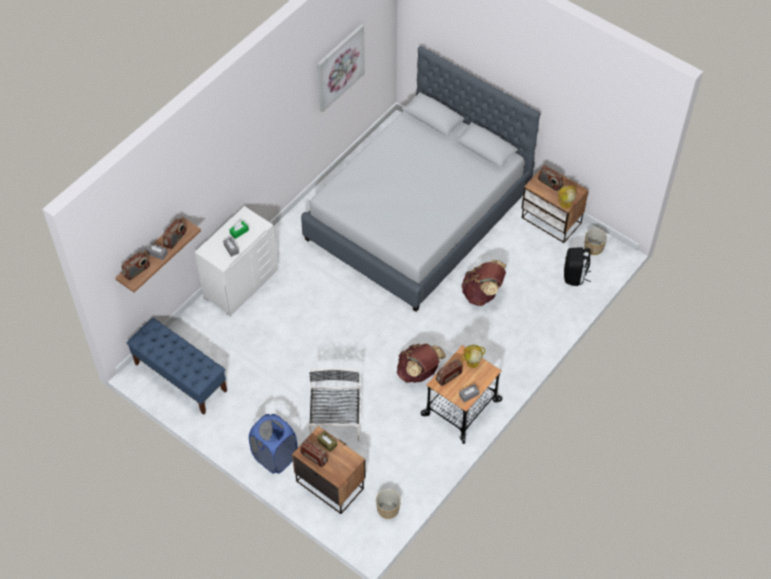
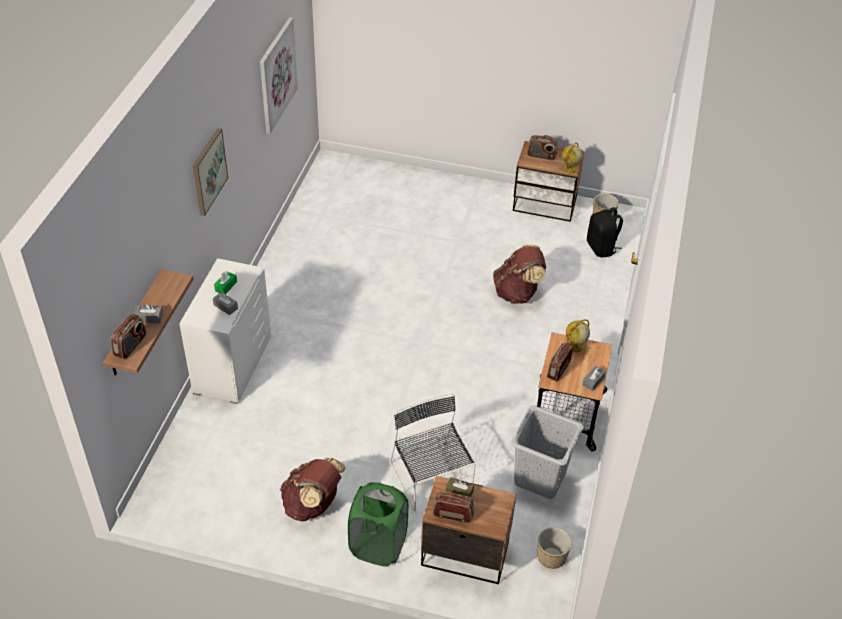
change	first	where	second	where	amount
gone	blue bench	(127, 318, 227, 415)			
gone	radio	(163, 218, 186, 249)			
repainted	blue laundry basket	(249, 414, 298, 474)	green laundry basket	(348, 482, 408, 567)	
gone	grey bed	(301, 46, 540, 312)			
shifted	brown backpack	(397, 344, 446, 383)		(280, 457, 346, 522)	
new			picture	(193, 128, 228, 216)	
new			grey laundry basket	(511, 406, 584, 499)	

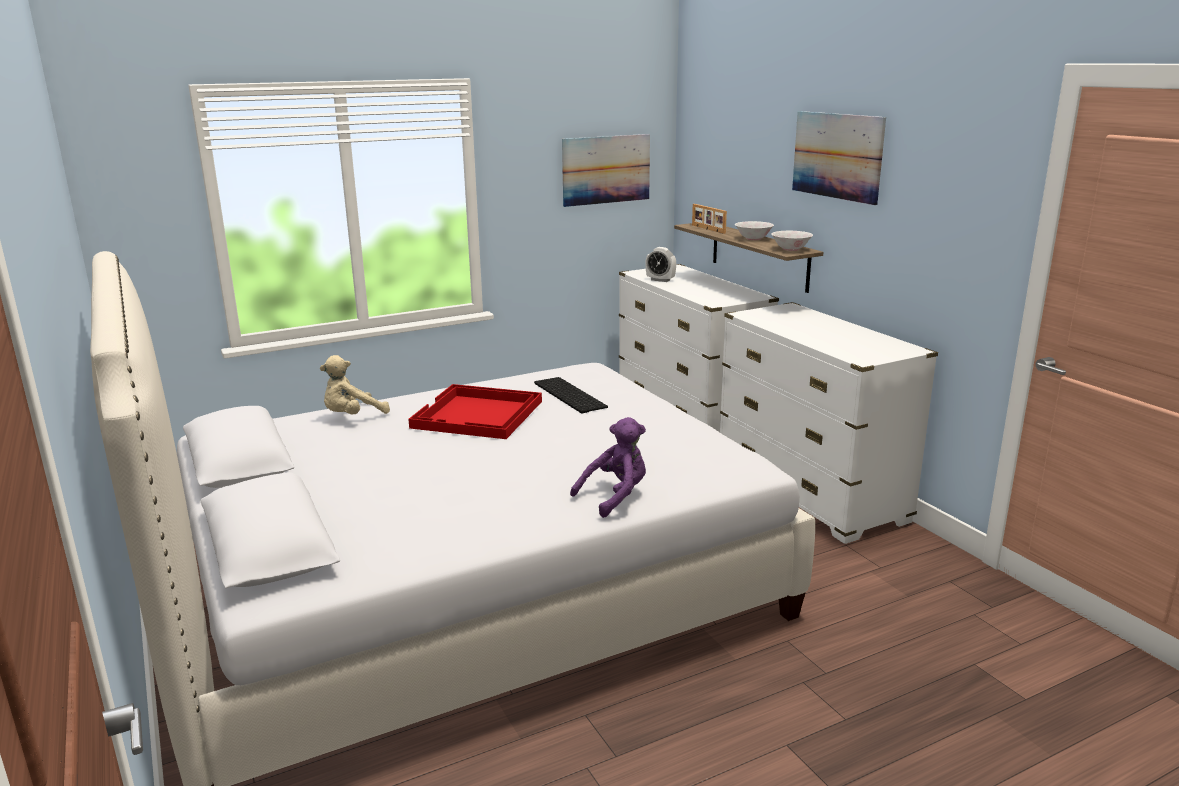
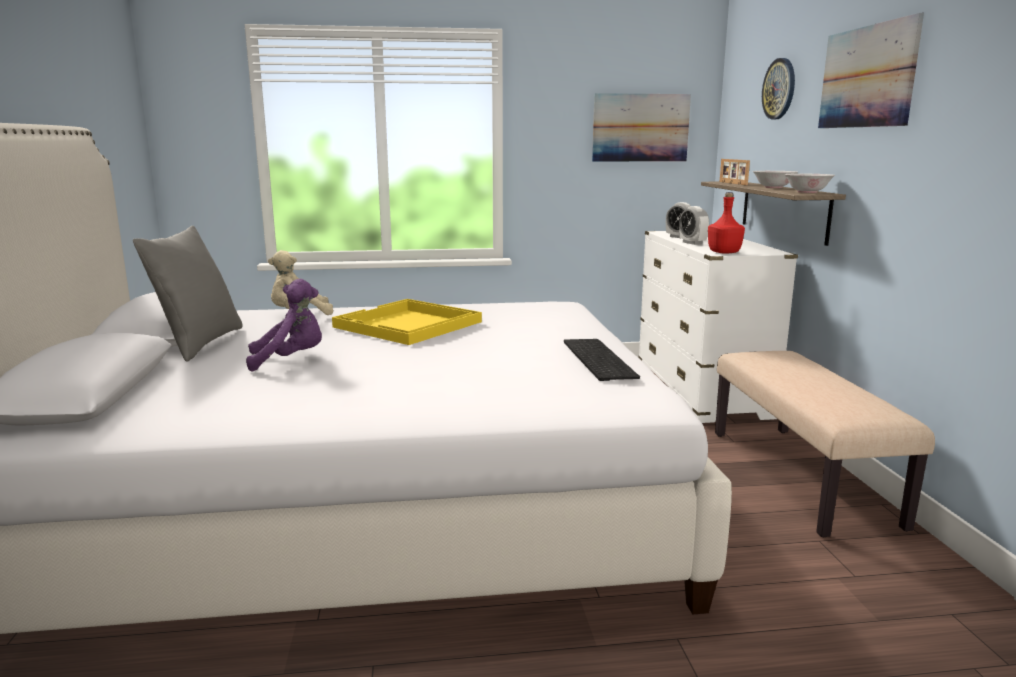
change	first	where	second	where	amount
repainted	red tray	(408, 384, 542, 439)	yellow tray	(332, 299, 482, 345)	
shifted	keyboard	(534, 377, 608, 413)		(564, 339, 640, 381)	
shifted	purple plush toy	(570, 417, 646, 518)		(246, 279, 322, 372)	
swapped	white dresser	(720, 302, 938, 544)	beige bench	(715, 351, 935, 537)	
new			grey pillow	(133, 226, 243, 362)	
new			alarm clock	(679, 206, 709, 245)	
new			red bottle	(708, 192, 745, 254)	
new			wall clock	(762, 58, 795, 119)	

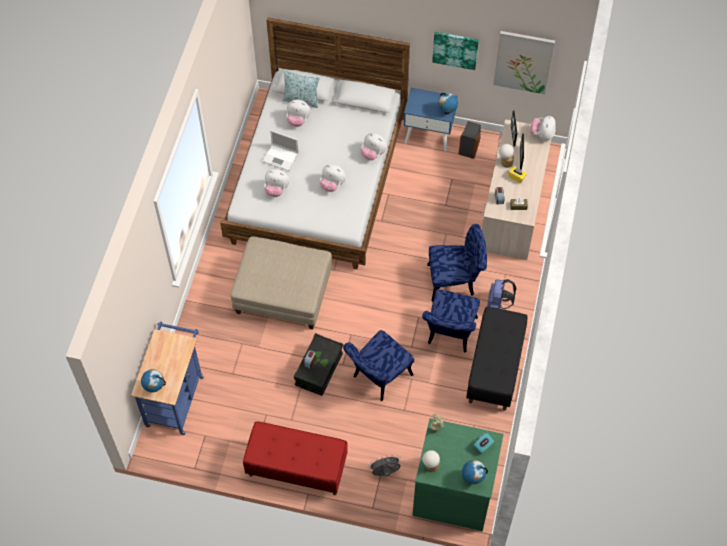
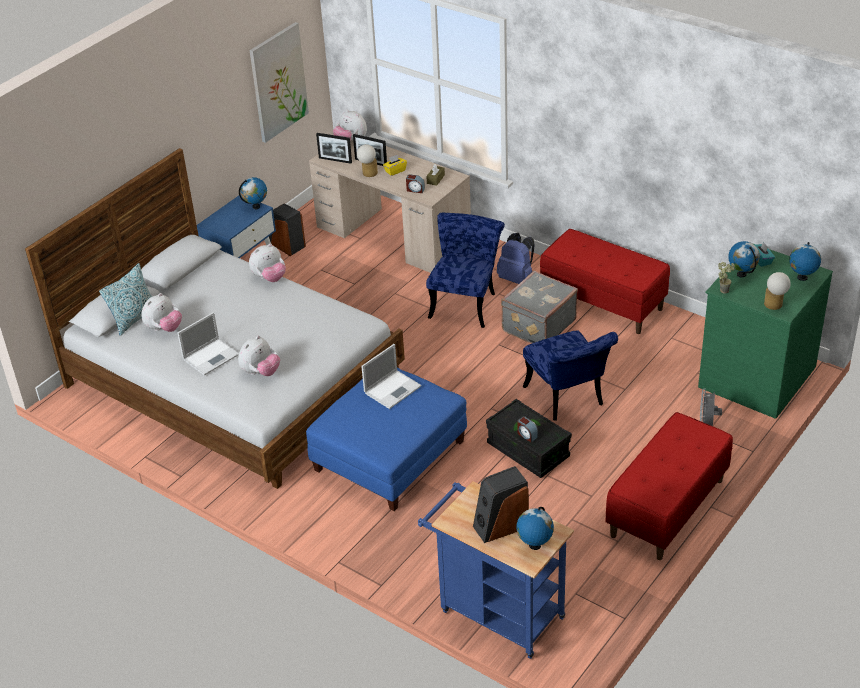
change	first	where	second	where	amount
repainted	beige ottoman	(230, 236, 332, 329)	blue ottoman	(306, 368, 467, 511)	
gone	plush toy	(320, 164, 346, 192)			
swapped	blue chair	(422, 289, 480, 353)	grey suitcase	(501, 271, 578, 344)	
gone	picture	(432, 32, 479, 70)			
repainted	black bench	(466, 307, 528, 411)	red bench	(540, 229, 670, 334)	
new			laptop	(361, 344, 422, 409)	
new			speaker	(473, 466, 529, 543)	
new			globe	(728, 241, 760, 277)	

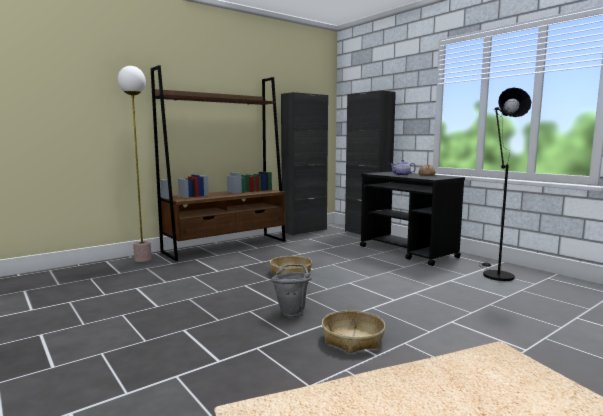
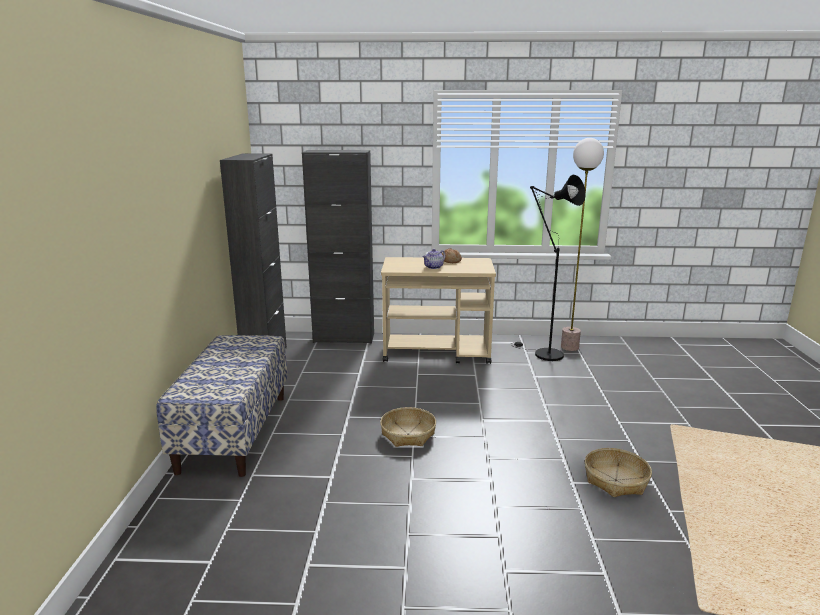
change	first	where	second	where	amount
shifted	floor lamp	(118, 66, 152, 262)		(561, 138, 604, 351)	
swapped	brown bookcase	(151, 65, 286, 261)	bench	(156, 335, 288, 477)	
gone	grey bucket	(271, 264, 312, 317)			
repainted	black cart	(360, 171, 465, 266)	beige cart	(381, 257, 496, 364)	

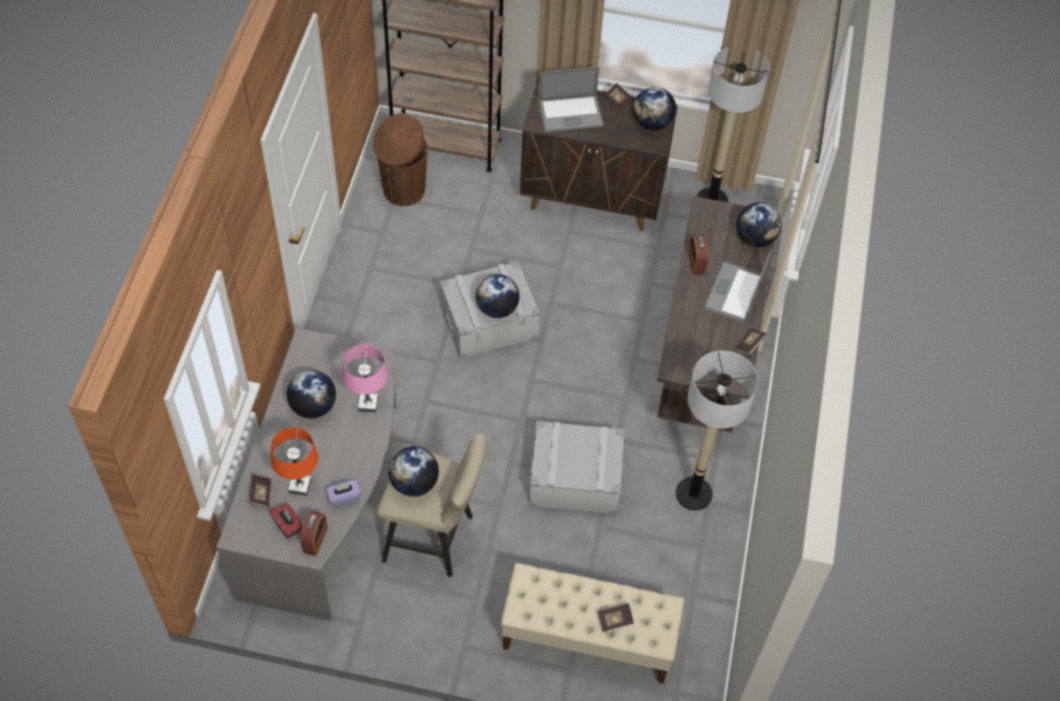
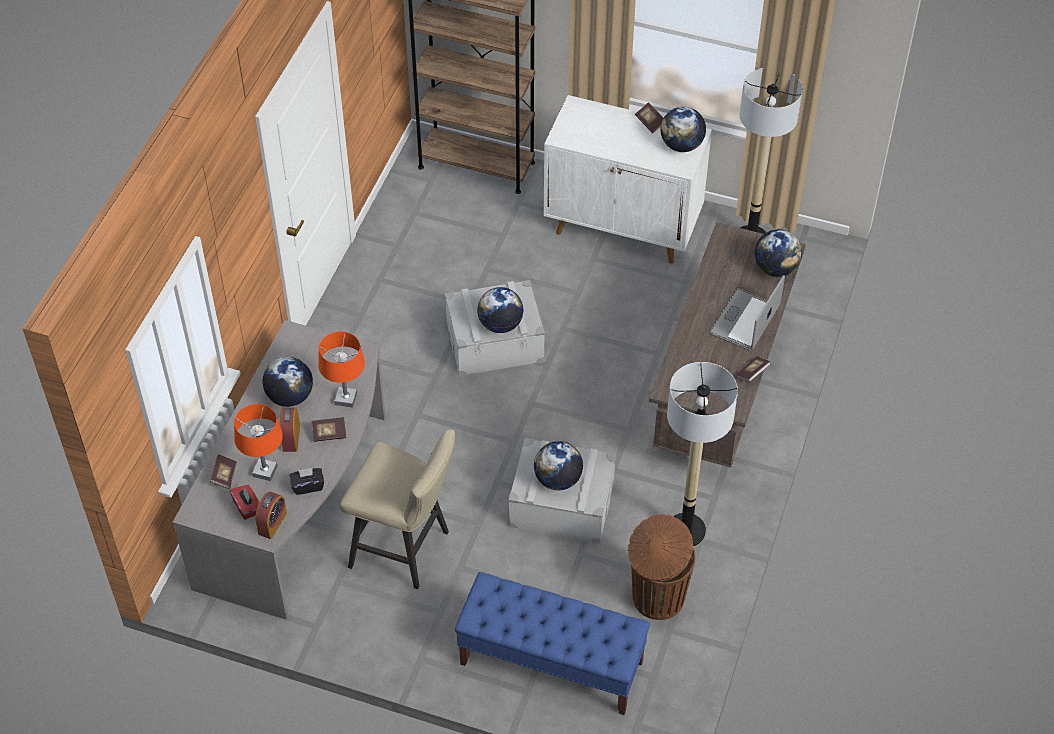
change	first	where	second	where	amount
repainted	purple tissue box	(326, 480, 361, 508)	black tissue box	(290, 468, 324, 495)	
repainted	pink table lamp	(342, 344, 388, 412)	orange table lamp	(318, 331, 365, 408)	
shifted	brown trash can	(373, 113, 428, 206)		(628, 514, 695, 620)	
shifted	globe	(388, 446, 439, 497)		(534, 441, 583, 490)	
repainted	beige bench	(501, 563, 684, 684)	blue bench	(455, 572, 650, 715)	
repainted	brown cabinet	(520, 80, 678, 231)	white cabinet	(544, 95, 712, 264)	
gone	laptop	(538, 67, 604, 132)			
shifted	book	(598, 603, 634, 632)		(311, 417, 346, 442)	
shifted	alarm clock	(688, 235, 709, 275)		(280, 407, 300, 452)	

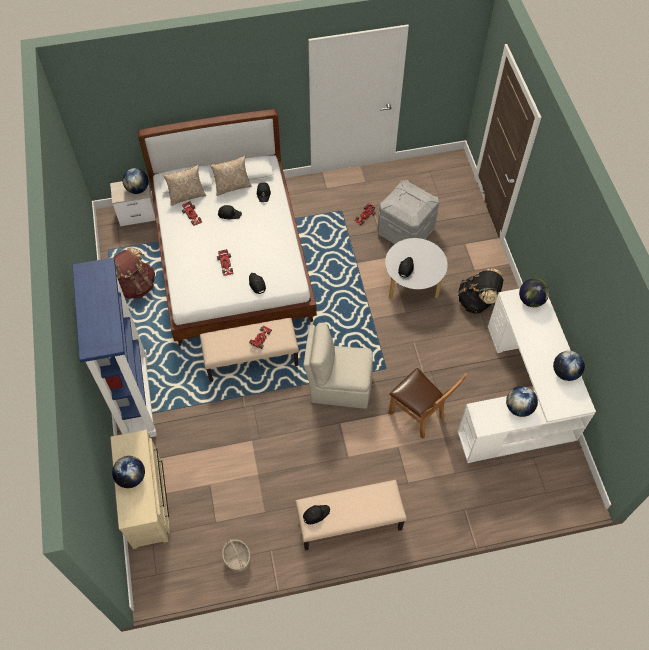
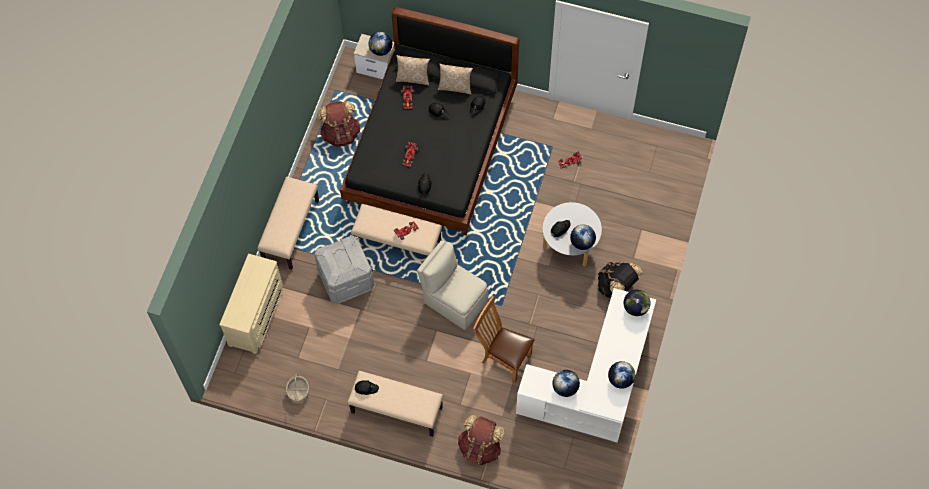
change	first	where	second	where	amount
swapped	blue bookcase	(72, 258, 157, 437)	beige bench	(257, 176, 319, 270)	
shifted	globe	(112, 456, 145, 488)		(570, 225, 596, 250)	
repainted	white bed	(138, 109, 317, 346)	black bed	(340, 7, 519, 236)	
shifted	grey storage box	(377, 180, 440, 244)		(314, 235, 374, 304)	
rotated	brown chair	(388, 368, 467, 439)		(473, 296, 535, 383)	135 degrees clockwise
new			brown backpack	(458, 415, 504, 465)	

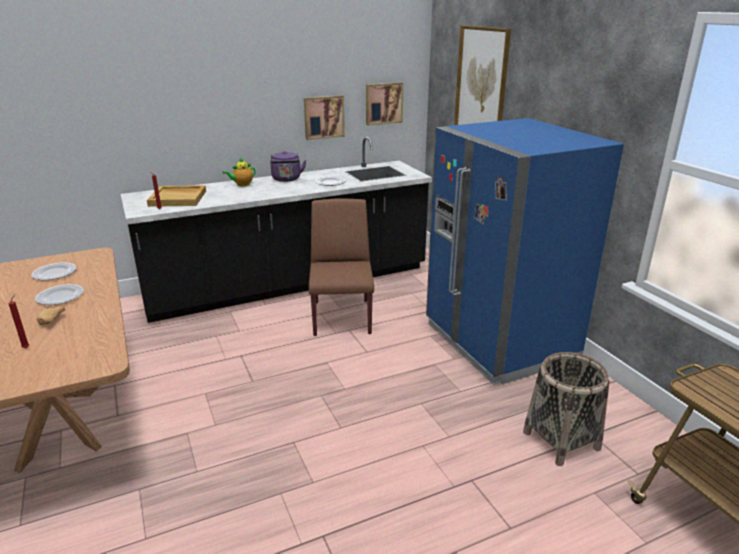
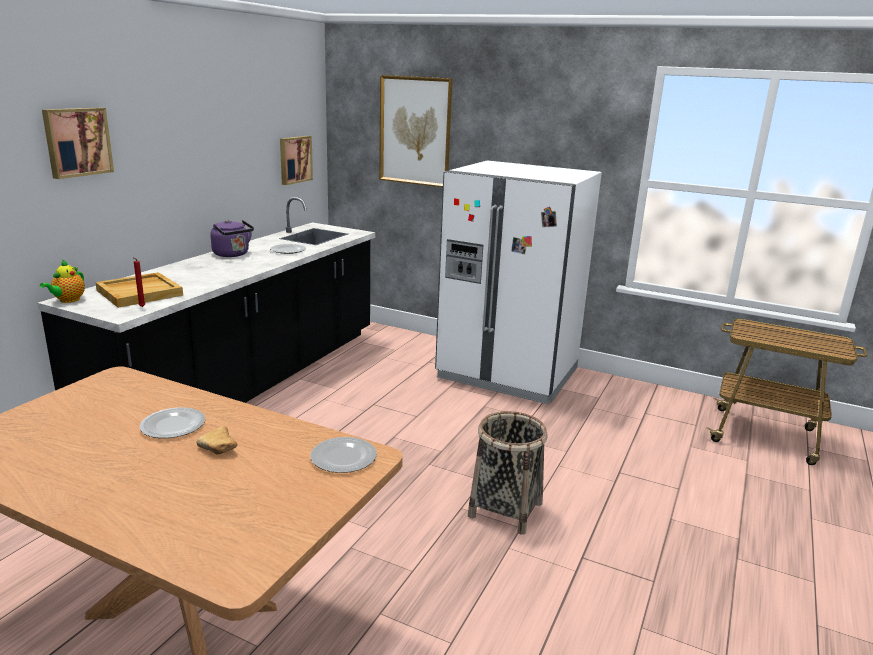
change	first	where	second	where	amount
gone	red candle	(9, 295, 29, 348)			
shifted	plate	(31, 263, 77, 280)		(310, 437, 377, 473)	
shifted	teapot	(222, 157, 256, 186)		(40, 259, 85, 303)	
shifted	picture	(304, 95, 345, 140)		(42, 108, 114, 179)	
gone	brown chair	(309, 198, 374, 336)			
repainted	blue fridge	(426, 118, 624, 385)	white fridge	(435, 160, 602, 404)	
shifted	basket	(523, 352, 610, 466)		(468, 411, 548, 535)	

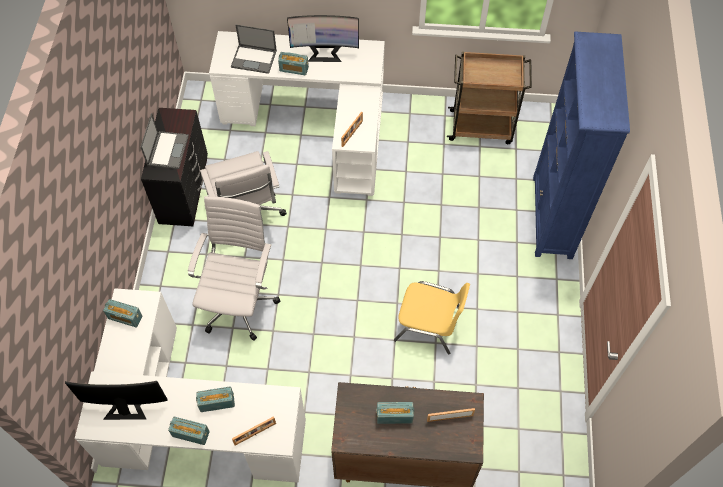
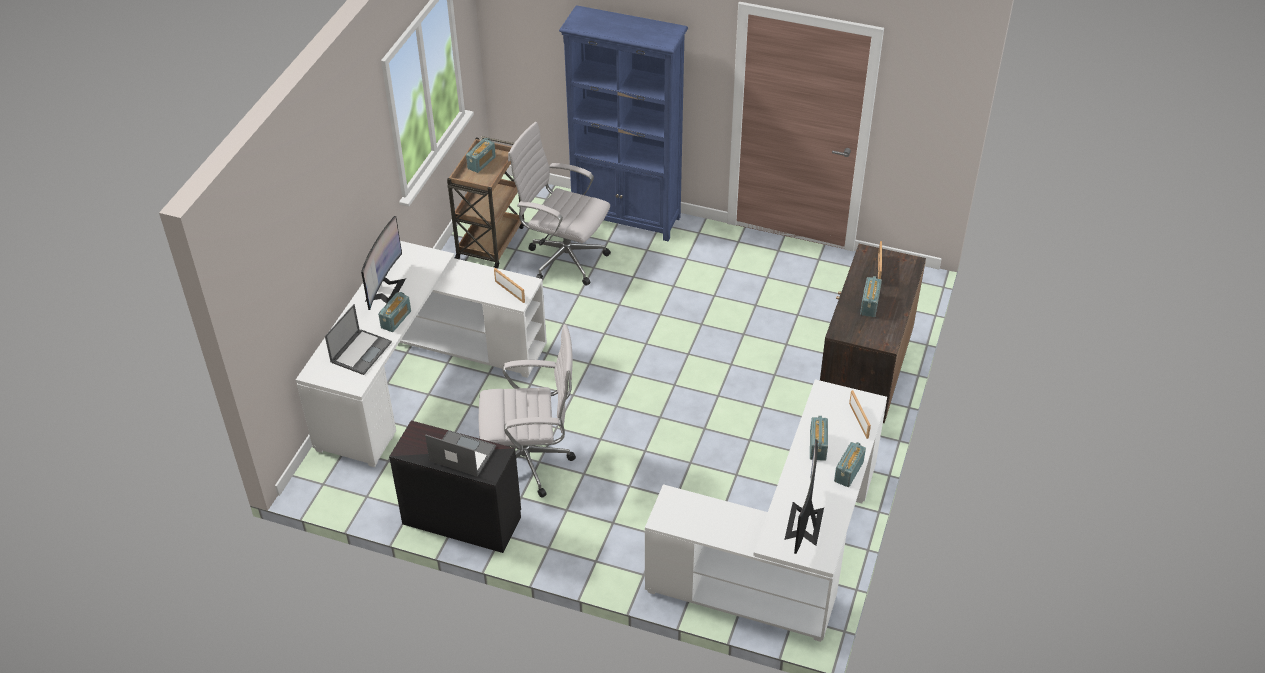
change	first	where	second	where	amount
shifted	radio	(103, 299, 143, 328)		(466, 138, 496, 173)	
shifted	white office chair	(188, 196, 280, 341)		(508, 122, 611, 286)	
gone	yellow chair	(394, 281, 470, 354)			

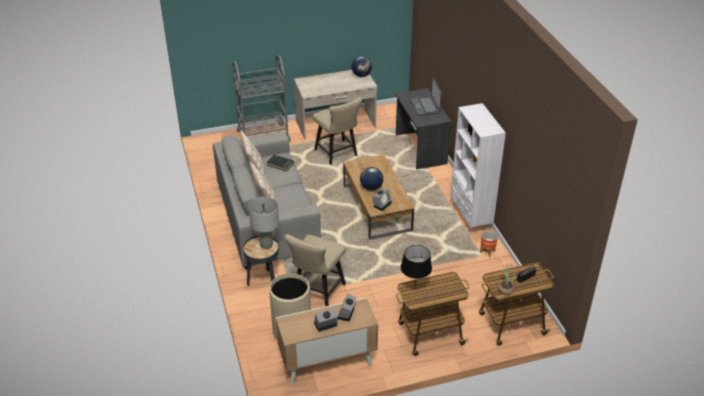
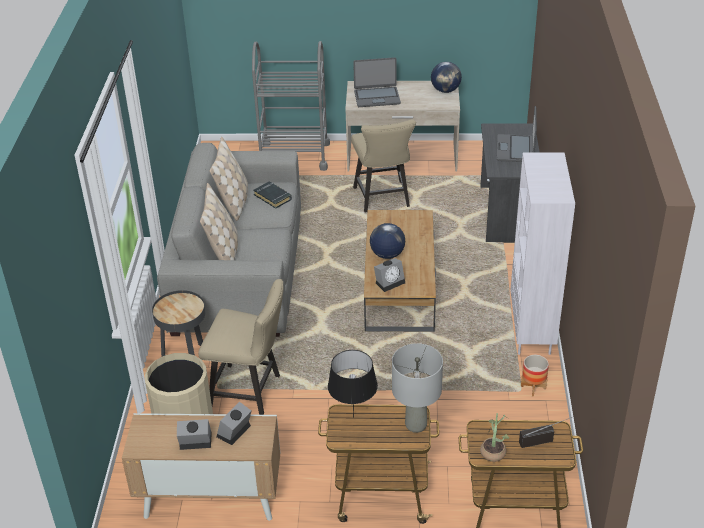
change	first	where	second	where	amount
shifted	grey table lamp	(249, 197, 279, 249)		(392, 343, 443, 433)	
rotated	beige chair	(284, 234, 346, 306)		(198, 279, 284, 415)	120 degrees counterclockwise
new			laptop	(353, 57, 401, 107)	

